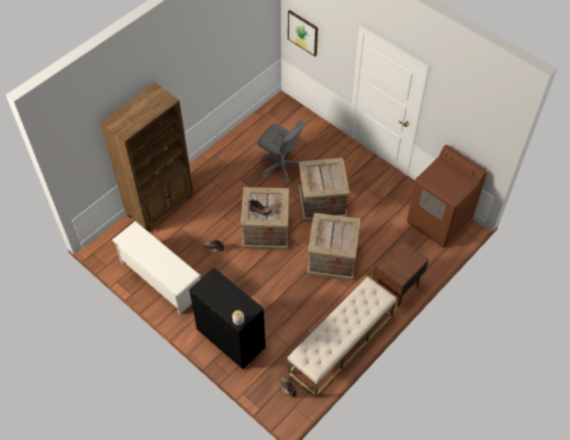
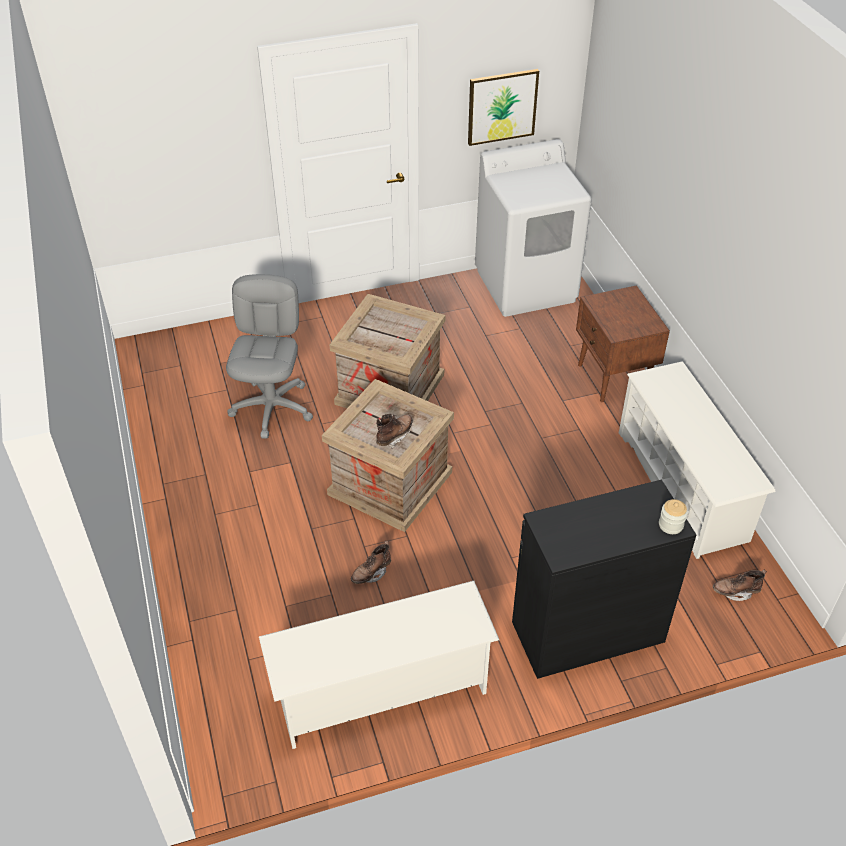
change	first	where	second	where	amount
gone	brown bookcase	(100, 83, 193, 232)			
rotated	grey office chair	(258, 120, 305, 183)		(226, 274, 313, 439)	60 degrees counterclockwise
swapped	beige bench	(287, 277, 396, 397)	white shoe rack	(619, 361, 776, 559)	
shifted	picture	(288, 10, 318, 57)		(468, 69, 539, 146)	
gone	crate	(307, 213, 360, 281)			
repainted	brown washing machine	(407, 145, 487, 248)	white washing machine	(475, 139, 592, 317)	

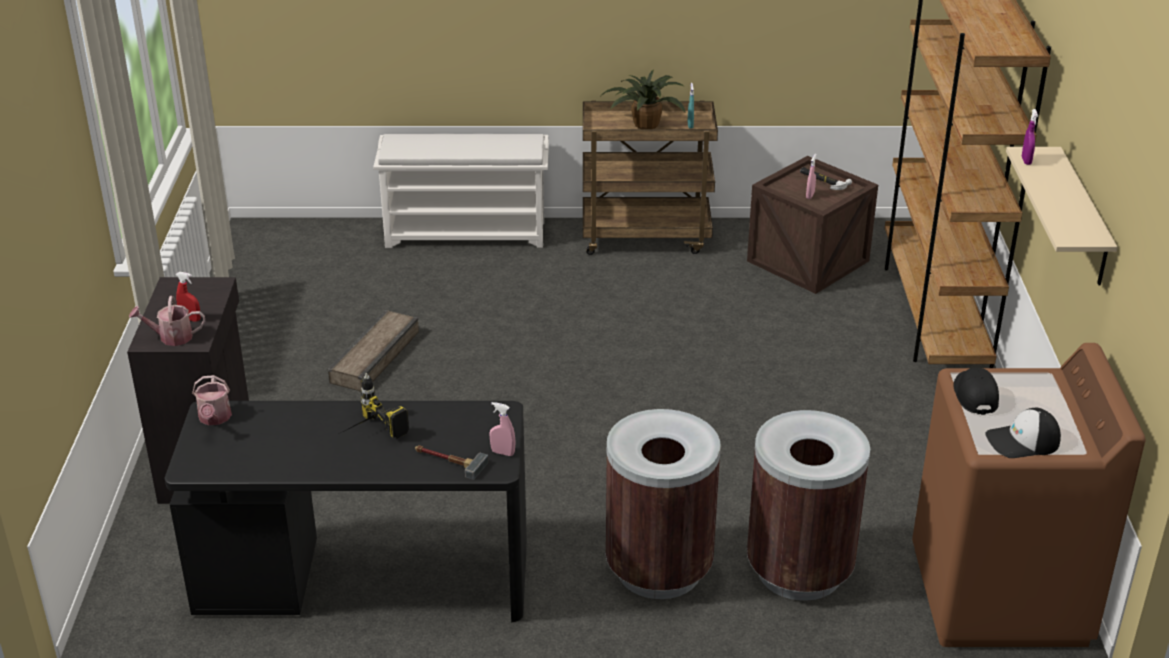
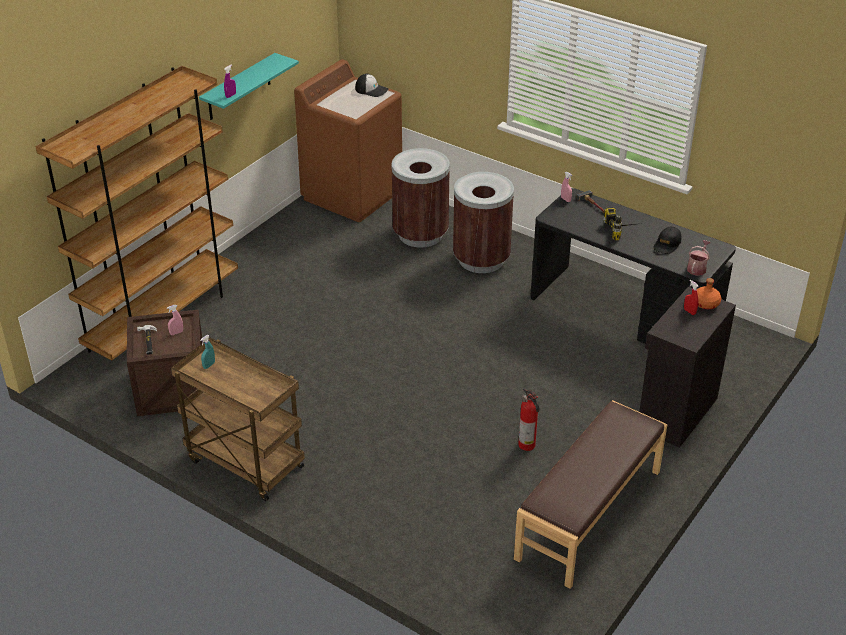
change	first	where	second	where	amount
swapped	watering can	(129, 296, 205, 346)	orange bottle	(697, 278, 721, 309)	
swapped	crate	(328, 310, 419, 391)	fire extinguisher	(518, 388, 540, 451)	
gone	white shoe rack	(373, 134, 549, 248)			
gone	potted plant	(599, 69, 686, 129)			
shifted	black cap	(953, 368, 999, 415)		(653, 227, 681, 254)	
repainted	beige shelf	(1006, 147, 1118, 286)	turquoise shelf	(199, 53, 299, 120)	
new			brown bench	(514, 400, 668, 589)	

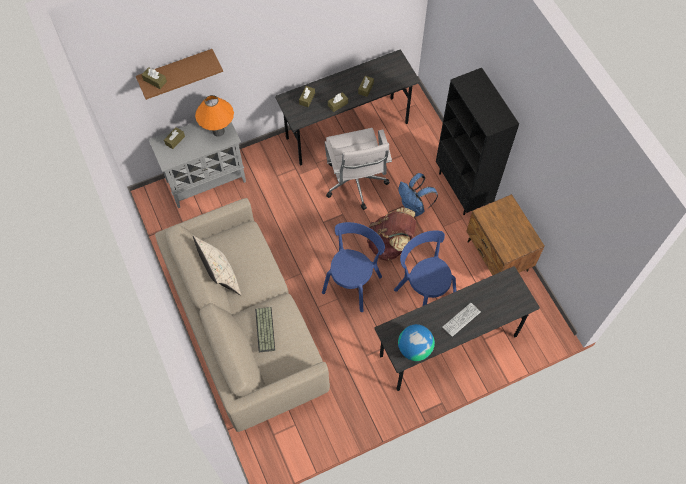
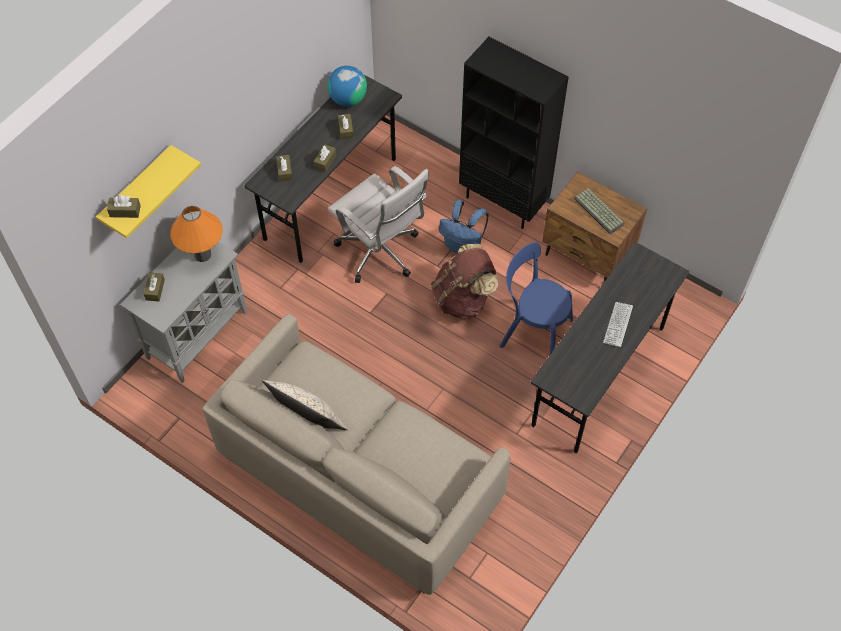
change	first	where	second	where	amount
repainted	brown shelf	(136, 49, 223, 100)	yellow shelf	(96, 145, 201, 238)	
shifted	keyboard	(255, 307, 275, 352)		(574, 188, 625, 234)	
gone	blue chair	(322, 222, 385, 312)			
shifted	globe	(398, 324, 435, 361)		(327, 66, 367, 107)	

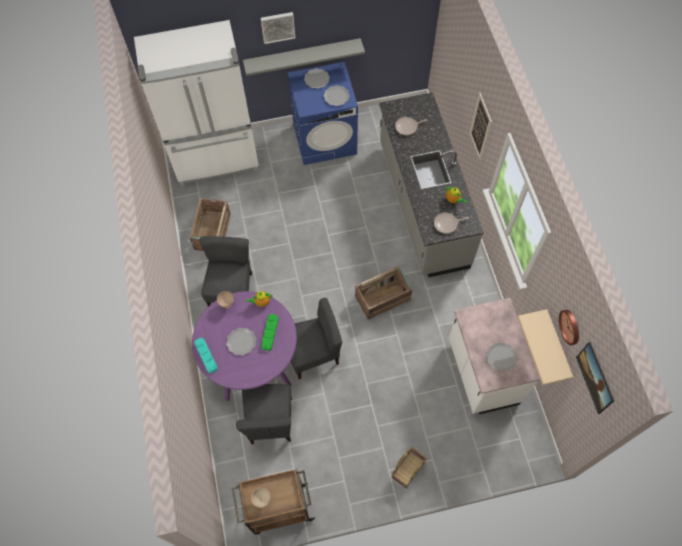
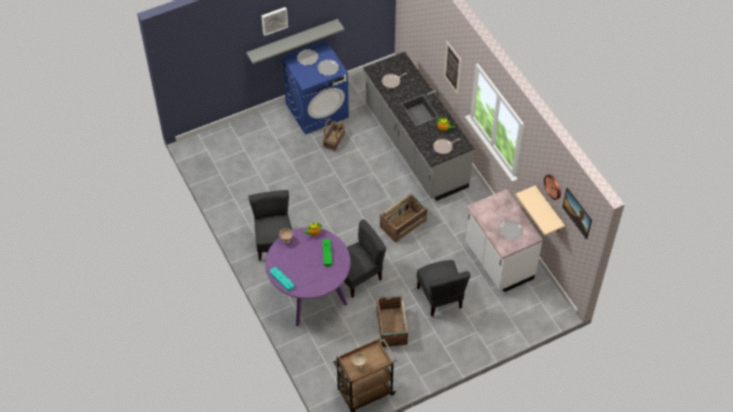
change	first	where	second	where	amount
gone	white fridge	(134, 20, 259, 187)			
shifted	crate	(190, 198, 231, 251)		(377, 296, 408, 347)	
gone	plate	(226, 328, 256, 355)			
shifted	grey chair	(236, 384, 292, 444)		(417, 260, 470, 317)	
shifted	basket	(391, 447, 427, 489)		(322, 119, 345, 151)	

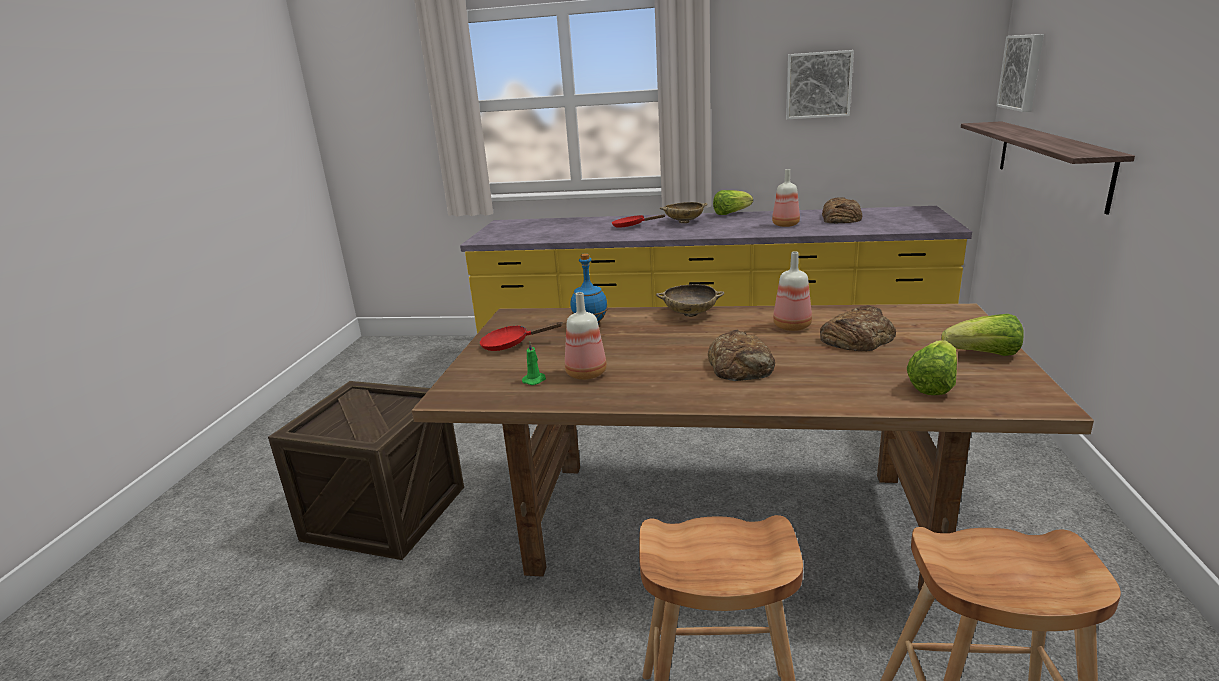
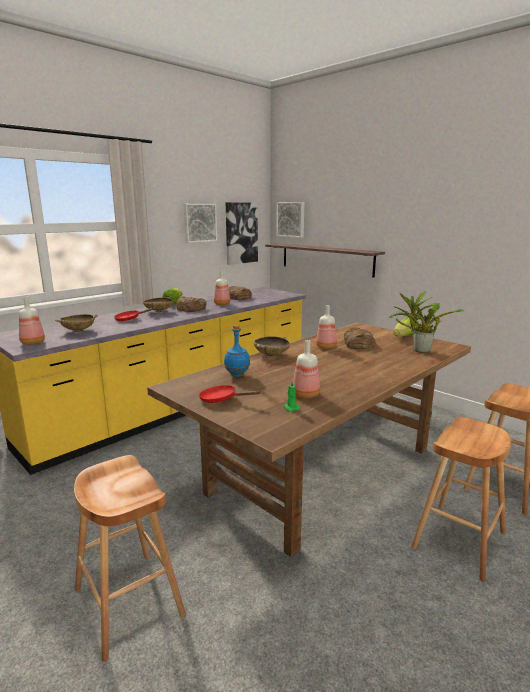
change	first	where	second	where	amount
swapped	crate	(268, 381, 464, 560)	brown stool	(74, 455, 186, 662)	
rotated	red frying pan	(479, 322, 563, 351)		(199, 385, 261, 403)	75 degrees clockwise
shifted	bread	(708, 330, 775, 381)		(176, 296, 206, 312)	
swapped	lettuce	(907, 340, 957, 395)	potted plant	(389, 291, 464, 353)	
new			bottle	(19, 297, 45, 345)	
new			beige bowl	(55, 314, 98, 332)	
new			picture	(226, 202, 258, 265)	

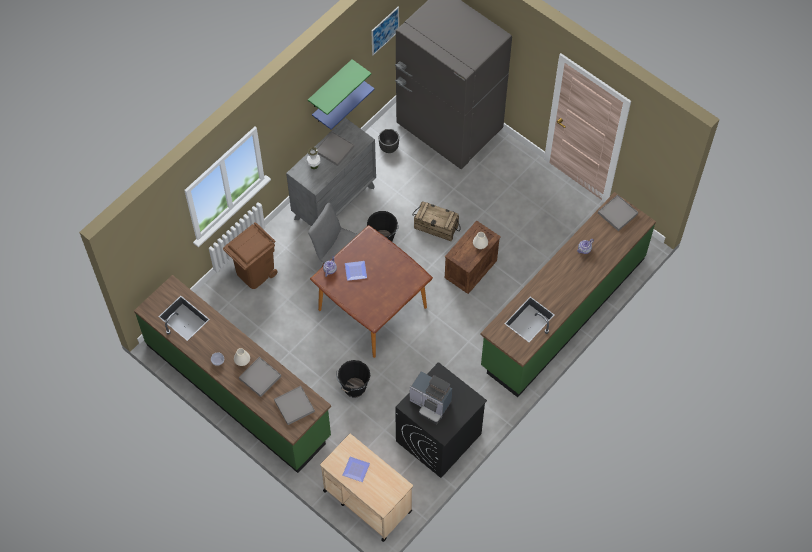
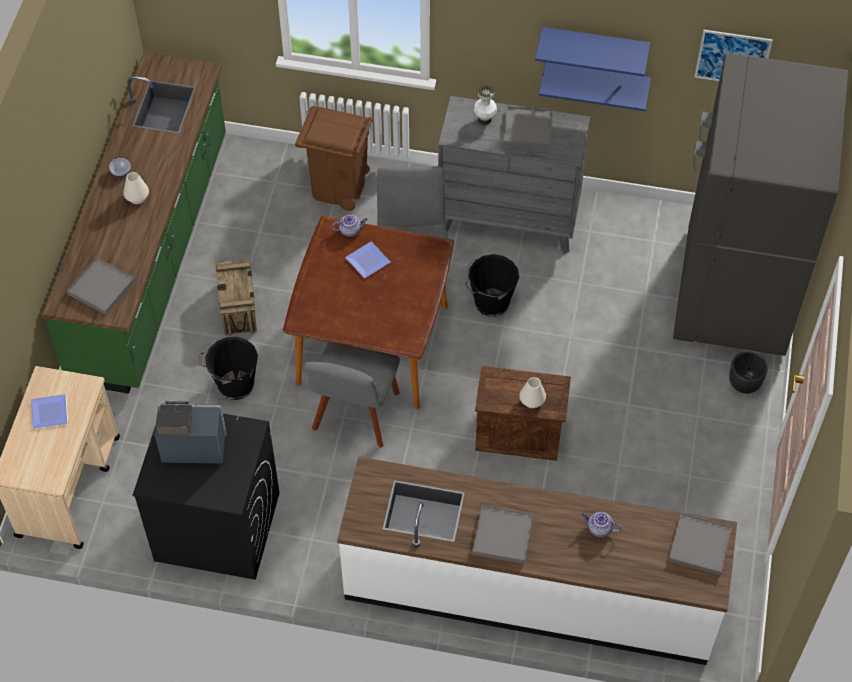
change	first	where	second	where	amount
shifted	grey tray	(239, 357, 281, 397)		(472, 505, 533, 564)	
repainted	green shelf	(308, 59, 372, 115)	blue shelf	(535, 27, 650, 76)	
shifted	black planter	(379, 129, 399, 153)		(729, 351, 768, 394)	
rotated	coffee machine	(410, 371, 452, 424)		(155, 401, 227, 464)	90 degrees clockwise
shifted	crate	(412, 201, 461, 241)		(215, 258, 257, 336)	
repainted	green counter	(480, 192, 656, 397)	white counter	(337, 457, 737, 665)	
new			grey chair	(304, 342, 400, 448)	

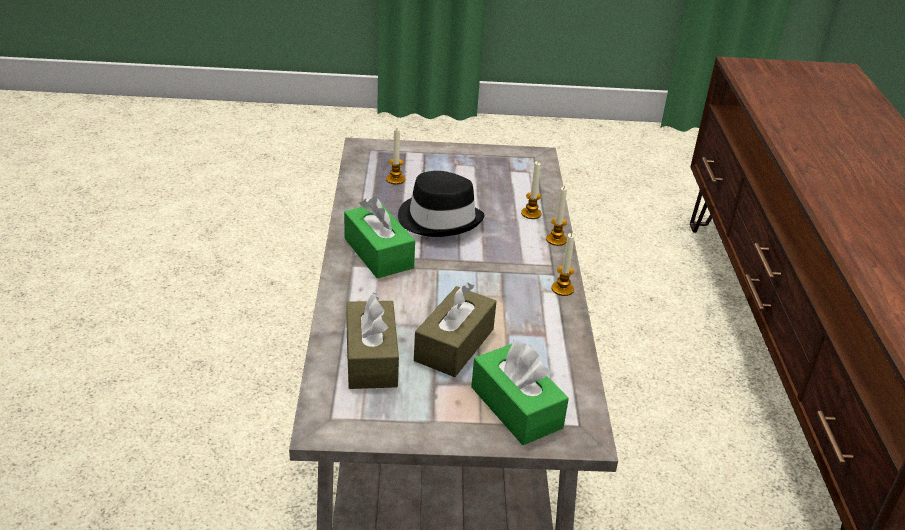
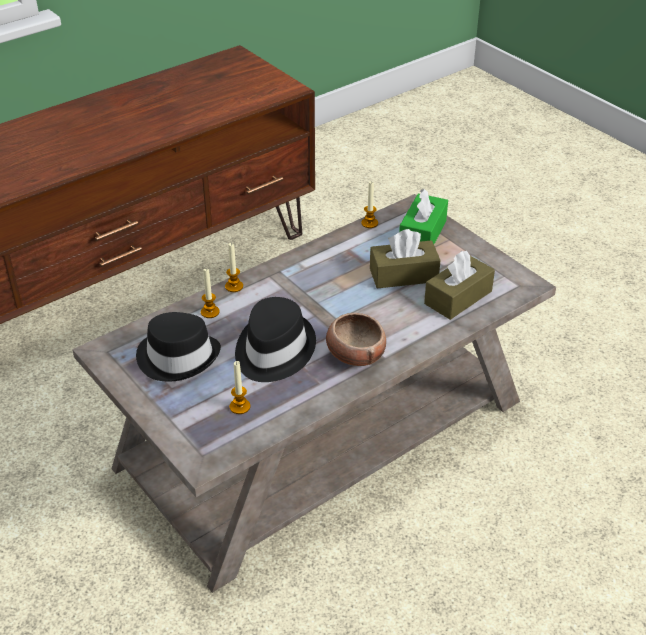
change	first	where	second	where	amount
swapped	green tissue box	(344, 197, 415, 278)	bowl	(326, 313, 386, 366)	
shifted	candle	(551, 233, 574, 296)		(361, 181, 378, 228)	
new			black hat	(136, 312, 221, 381)	

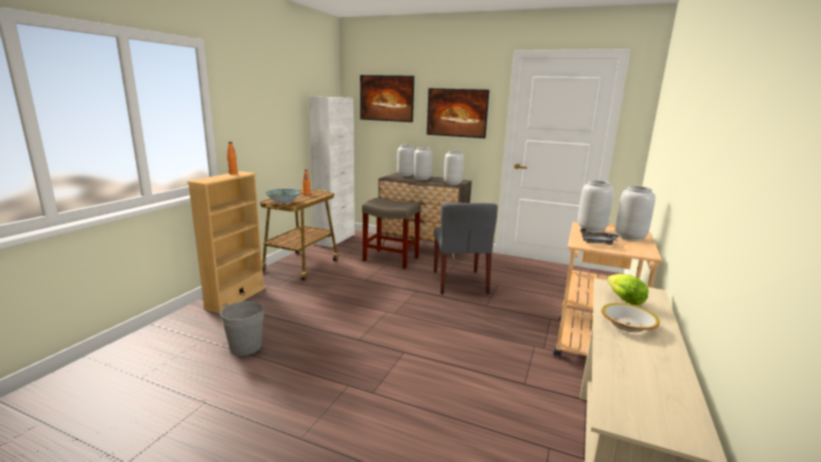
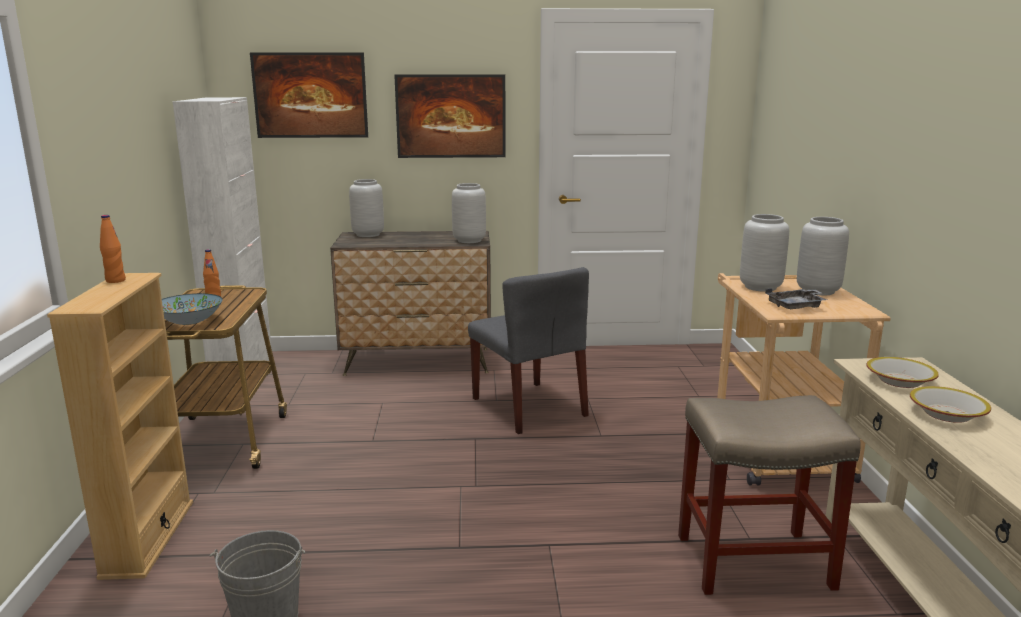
change	first	where	second	where	amount
shifted	beige stool	(362, 198, 421, 269)		(678, 395, 861, 595)	
gone	grey vase	(414, 147, 433, 180)			
swapped	lettuce	(607, 274, 649, 305)	bowl	(867, 357, 939, 388)	

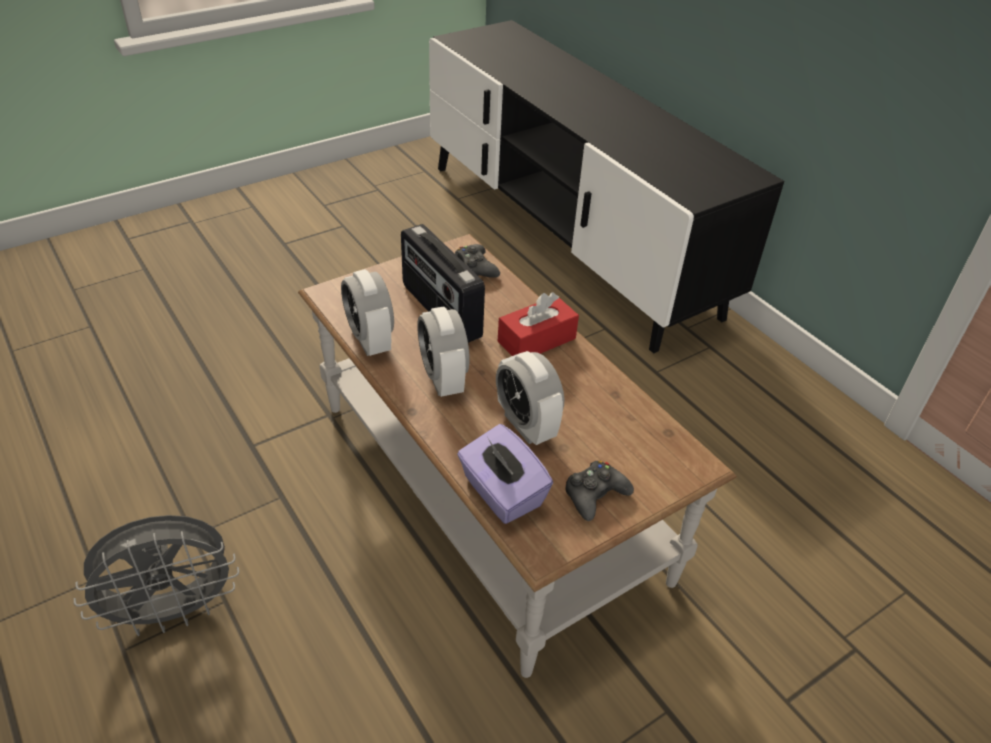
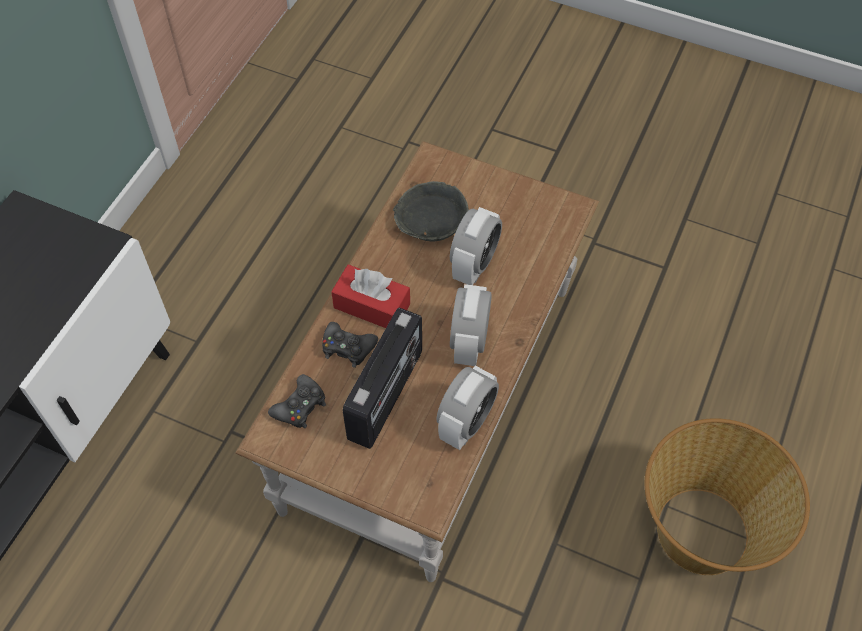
change	first	where	second	where	amount
swapped	grey fan	(74, 515, 239, 636)	basket	(645, 418, 810, 575)	
rotated	alarm clock	(417, 306, 470, 397)		(450, 284, 492, 366)	150 degrees clockwise
gone	purple tissue box	(457, 424, 553, 524)			
shifted	black game controller	(565, 461, 634, 521)		(322, 322, 378, 368)	
new			grey bowl	(393, 181, 469, 241)	

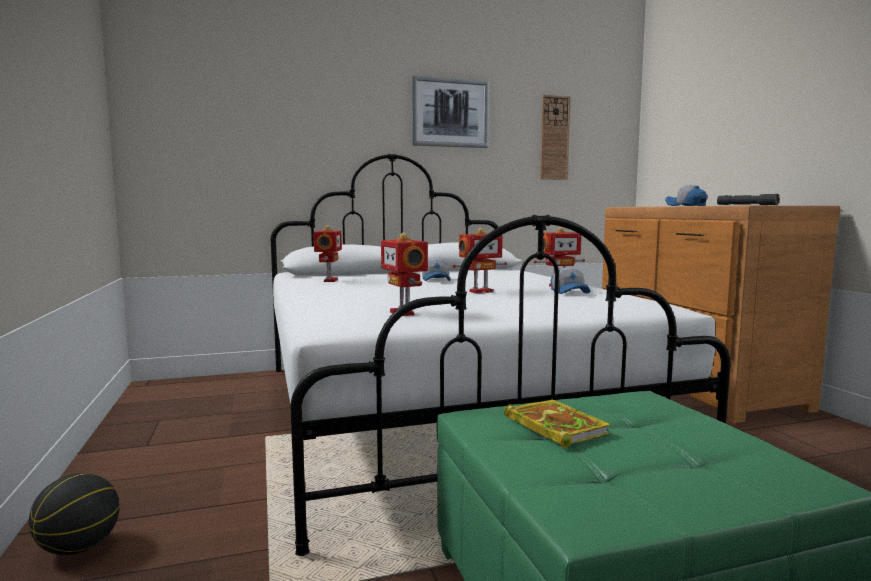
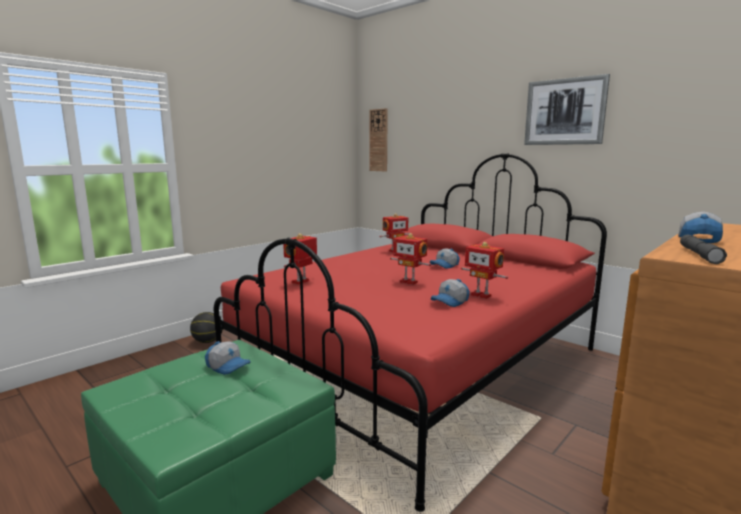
change	first	where	second	where	amount
repainted	white bed	(271, 154, 730, 556)	red bed	(214, 153, 607, 512)	
swapped	book	(504, 399, 610, 448)	cap	(205, 341, 251, 375)	
shifted	wall clock	(540, 95, 571, 180)		(369, 108, 388, 171)	

